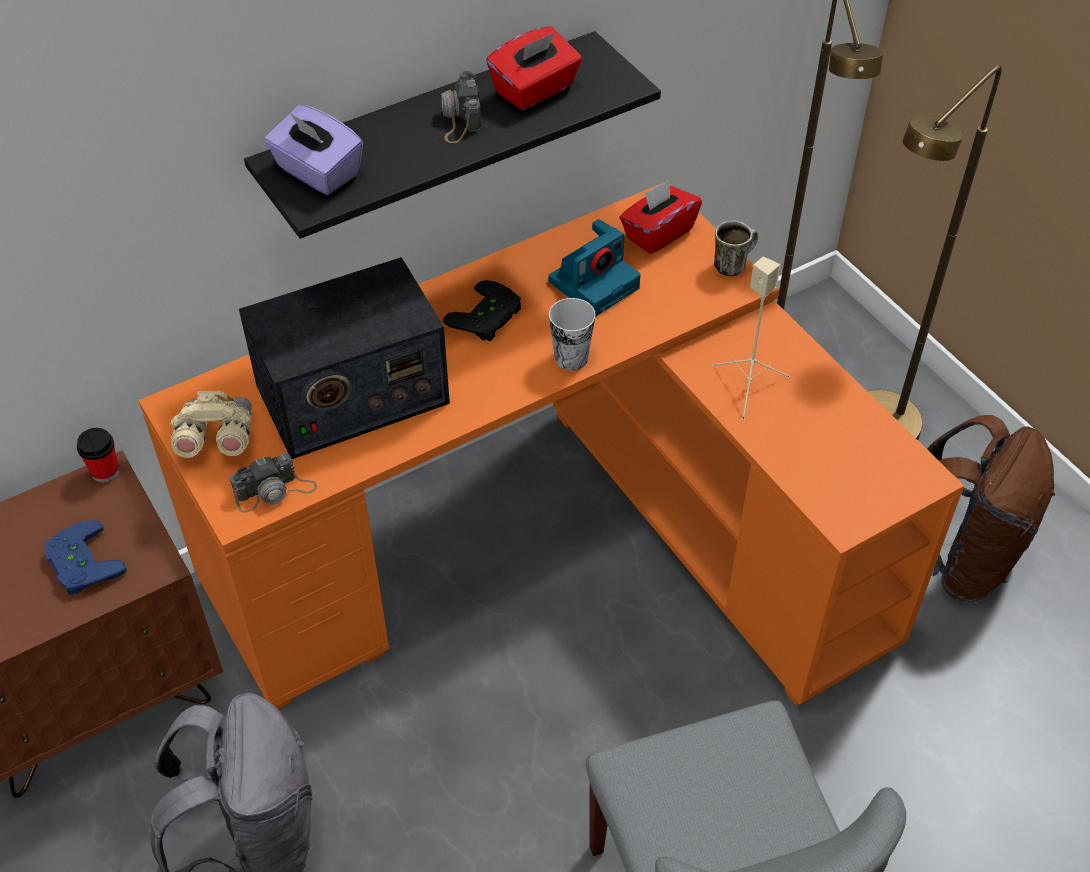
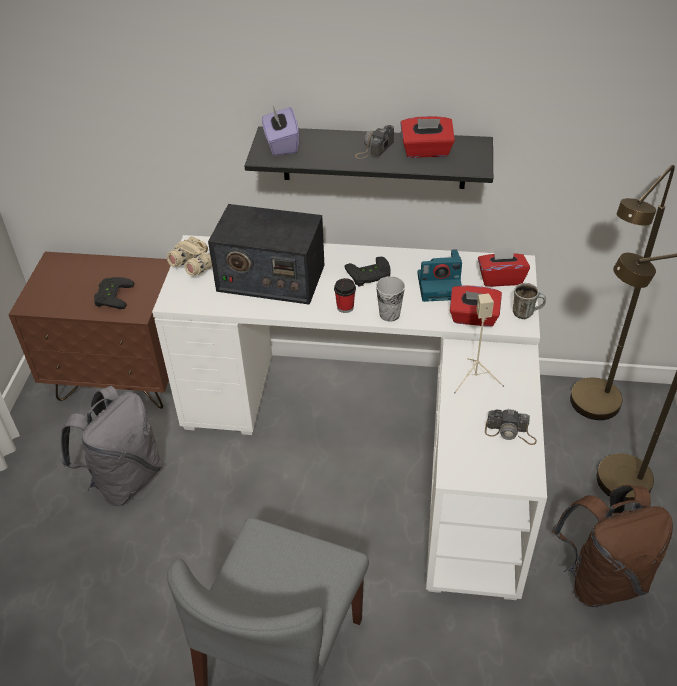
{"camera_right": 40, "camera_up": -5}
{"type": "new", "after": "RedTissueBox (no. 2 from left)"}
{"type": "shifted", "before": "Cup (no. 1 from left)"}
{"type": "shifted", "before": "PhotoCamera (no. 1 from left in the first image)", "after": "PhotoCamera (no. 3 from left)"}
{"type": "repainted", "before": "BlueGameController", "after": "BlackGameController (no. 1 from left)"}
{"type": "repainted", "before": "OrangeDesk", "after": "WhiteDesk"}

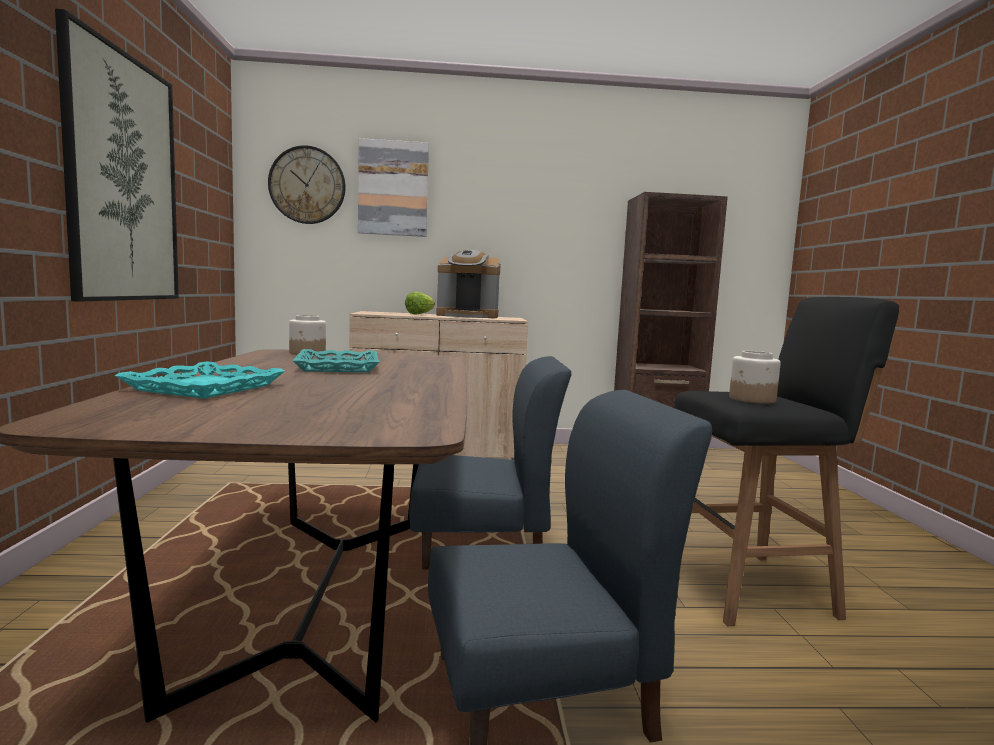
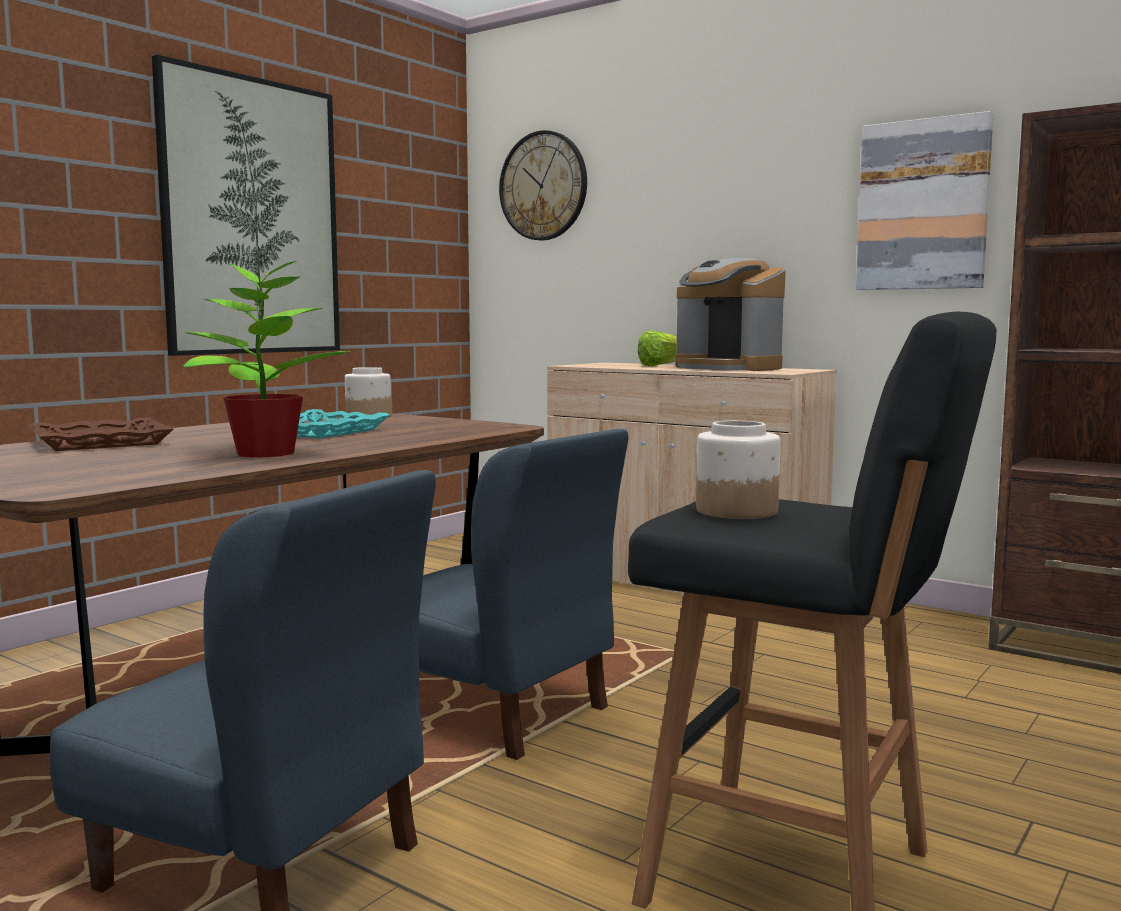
{"camera_right": 40, "camera_up": 0}
{"type": "new", "after": "PottedPlant"}
{"type": "shifted", "before": "Picture (no. 2 from left)"}
{"type": "repainted", "before": "TurquoiseTray (no. 1 from left)", "after": "BrownTray"}

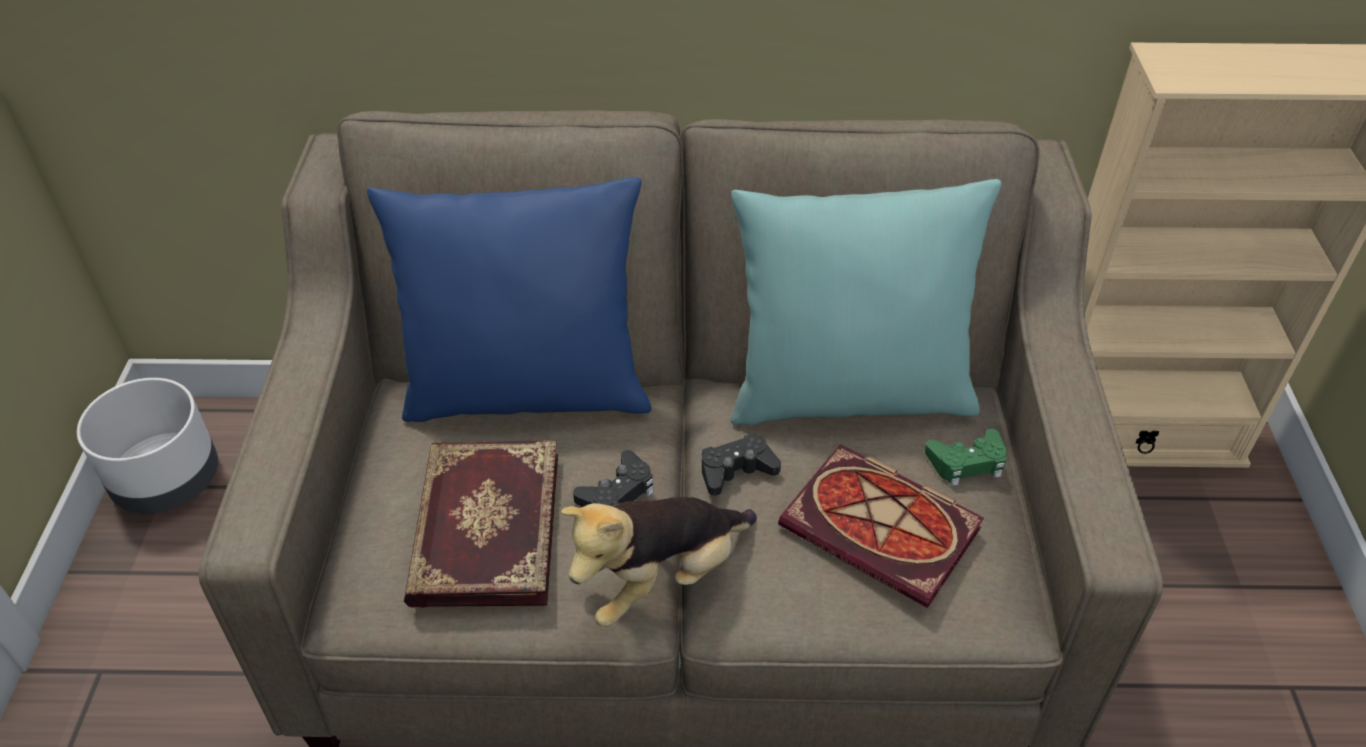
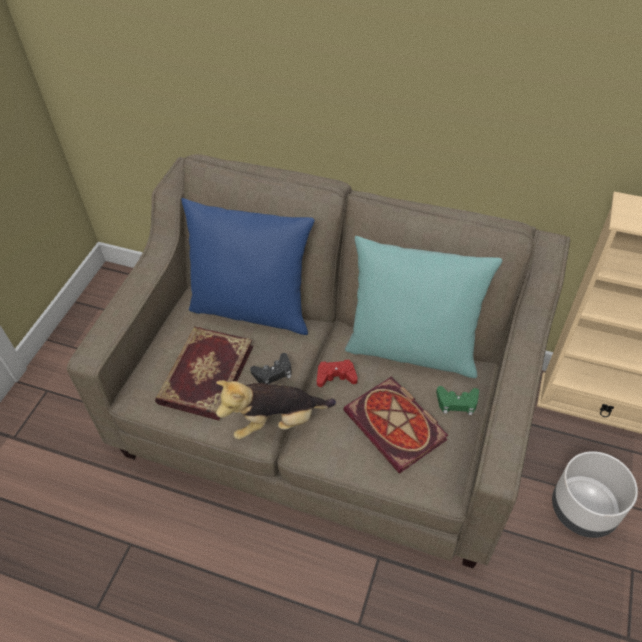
{"camera_right": 20, "camera_up": 5}
{"type": "shifted", "before": "GreyPlanter"}
{"type": "repainted", "before": "BlackGameController (no. 2 from left)", "after": "RedGameController"}

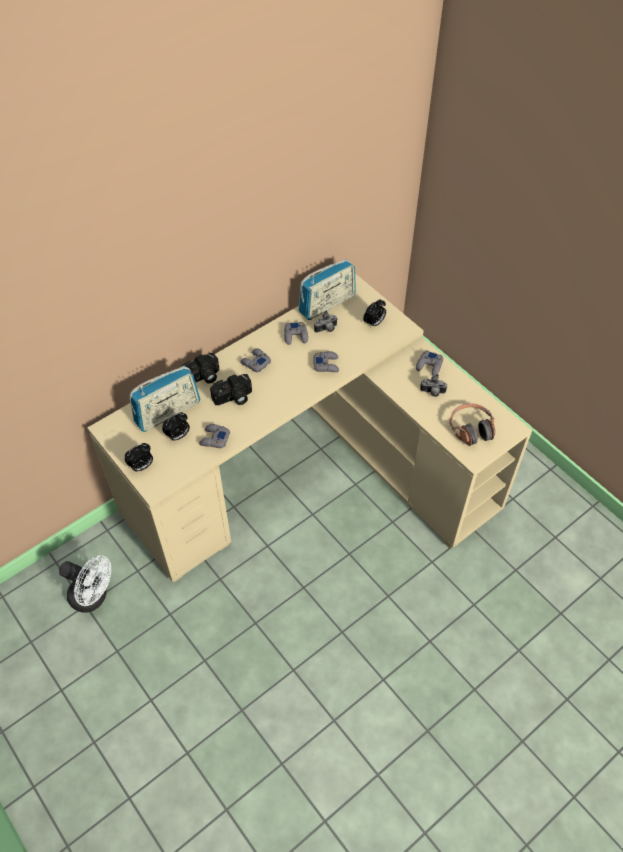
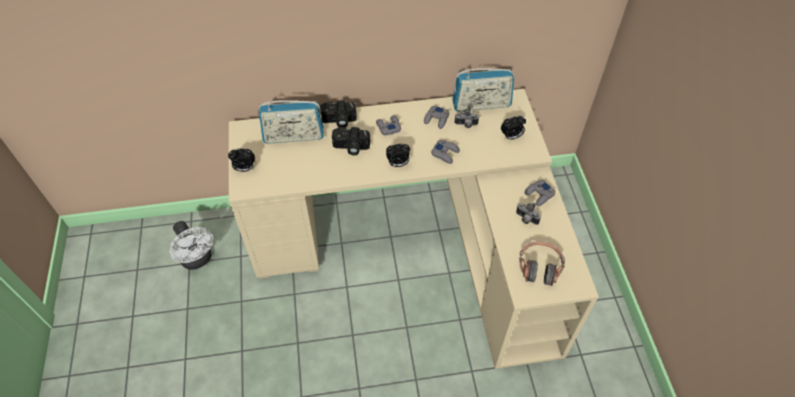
{"camera_right": 30, "camera_up": 0}
{"type": "gone", "before": "GreyGameController (no. 1 from left)"}
{"type": "shifted", "before": "AlarmClock (no. 2 from left)"}

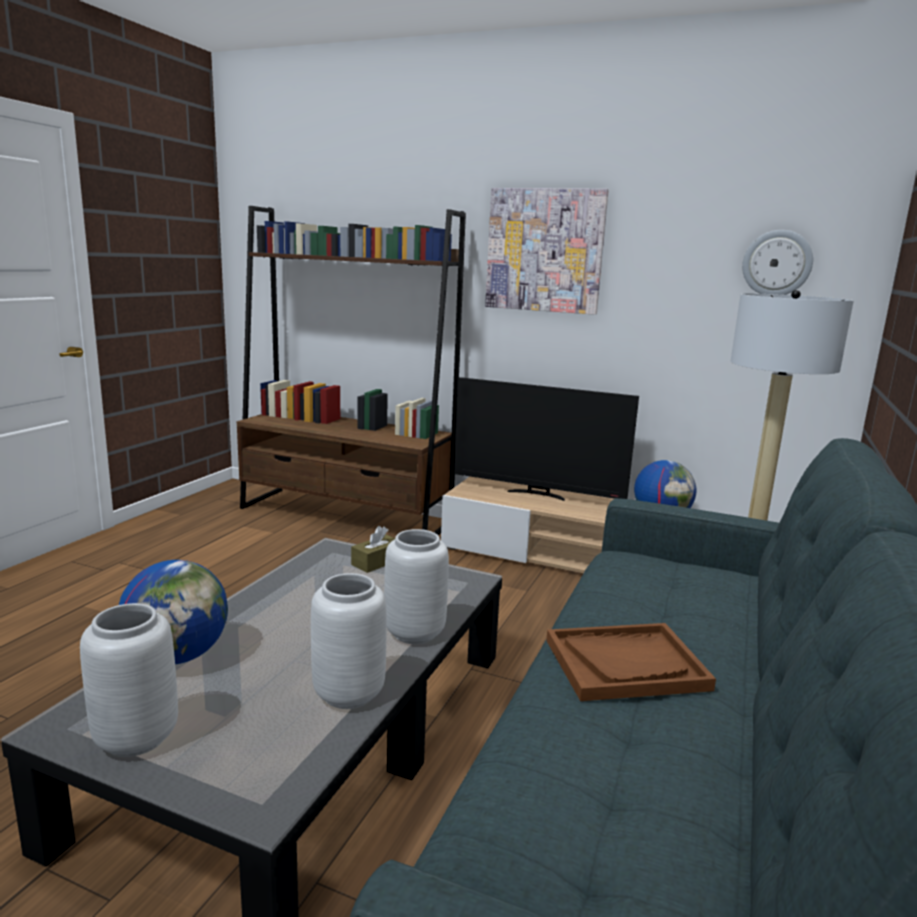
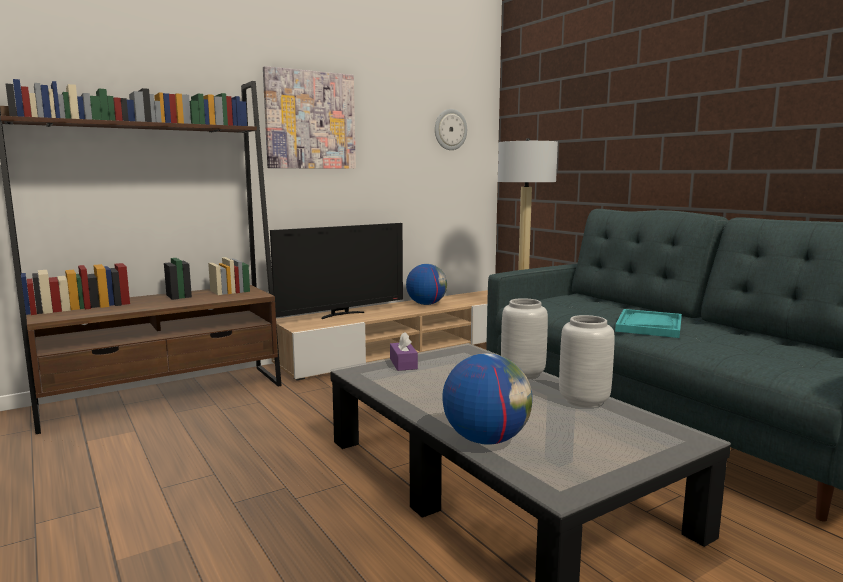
{"camera_right": -55, "camera_up": -5}
{"type": "gone", "before": "GreyVase (no. 1 from left)"}
{"type": "repainted", "before": "BrownTissueBox", "after": "PurpleTissueBox"}
{"type": "repainted", "before": "BrownTray", "after": "TurquoiseTray"}

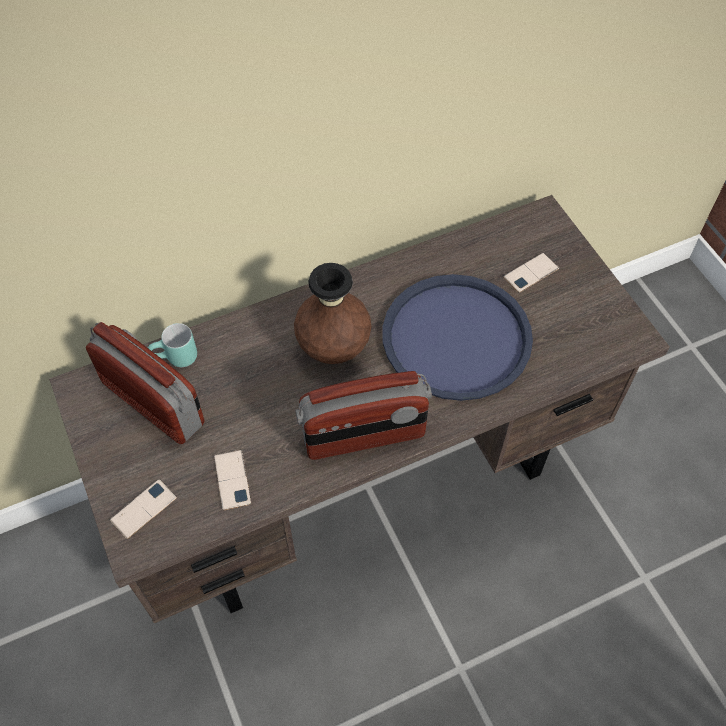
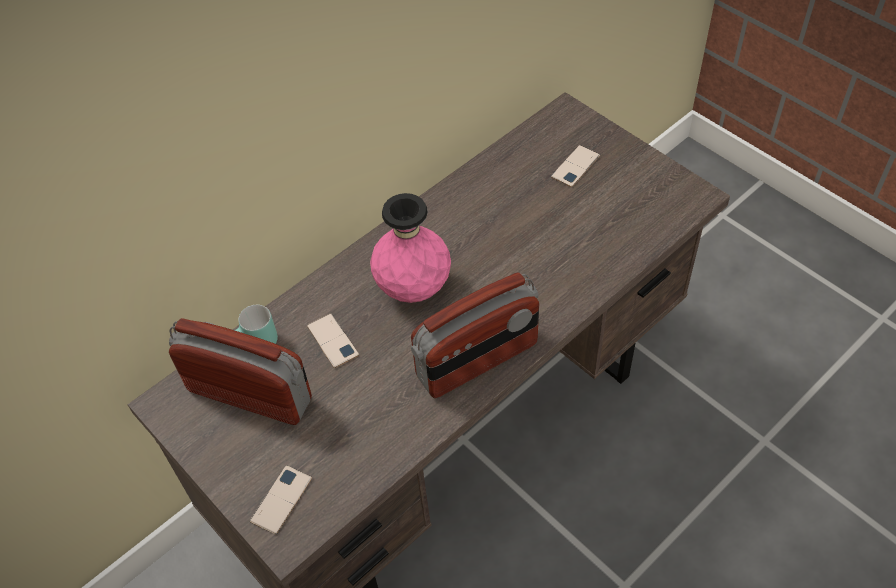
{"camera_right": -15, "camera_up": -5}
{"type": "gone", "before": "BlueTray"}
{"type": "shifted", "before": "Phone (no. 2 from left)"}
{"type": "repainted", "before": "BrownVase", "after": "PinkVase"}

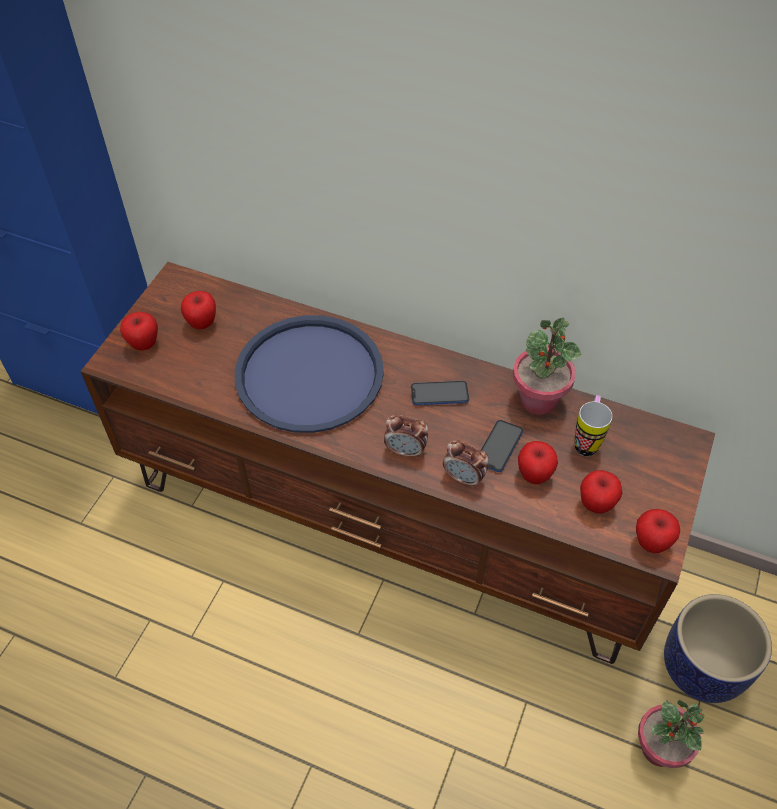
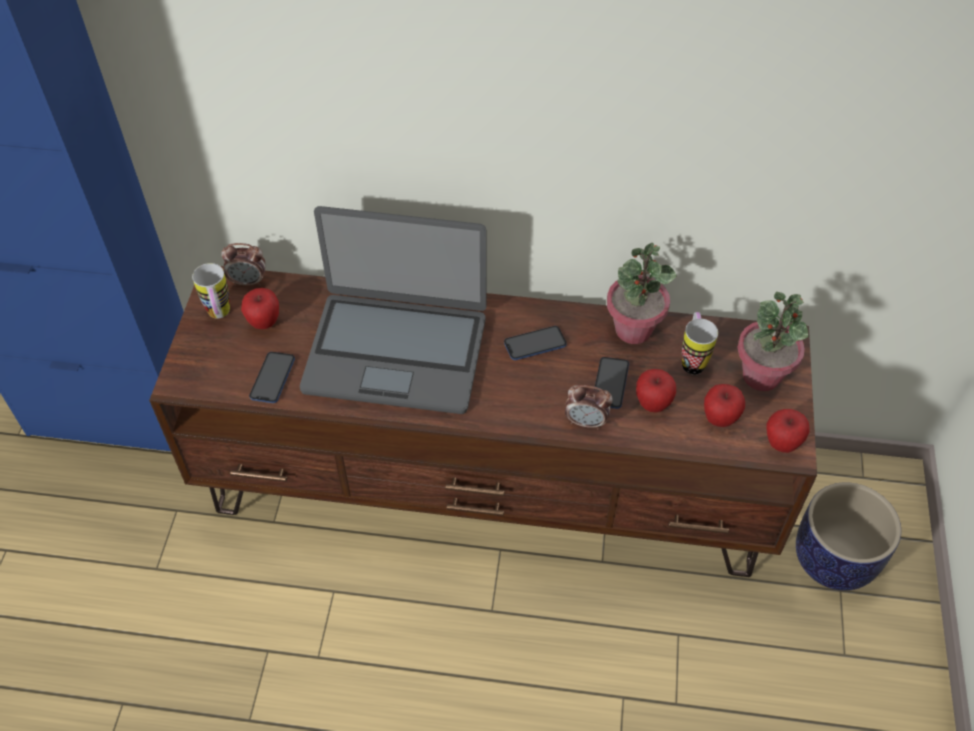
{"camera_right": -15, "camera_up": 0}
{"type": "gone", "before": "Apple (no. 1 from left)"}
{"type": "new", "after": "Mug (no. 1 from left)"}
{"type": "new", "after": "Phone (no. 1 from left)"}
{"type": "shifted", "before": "AlarmClock (no. 1 from left)"}
{"type": "shifted", "before": "PottedPlant (no. 2 from left)"}
{"type": "swapped", "before": "BlueTray", "after": "Laptop"}

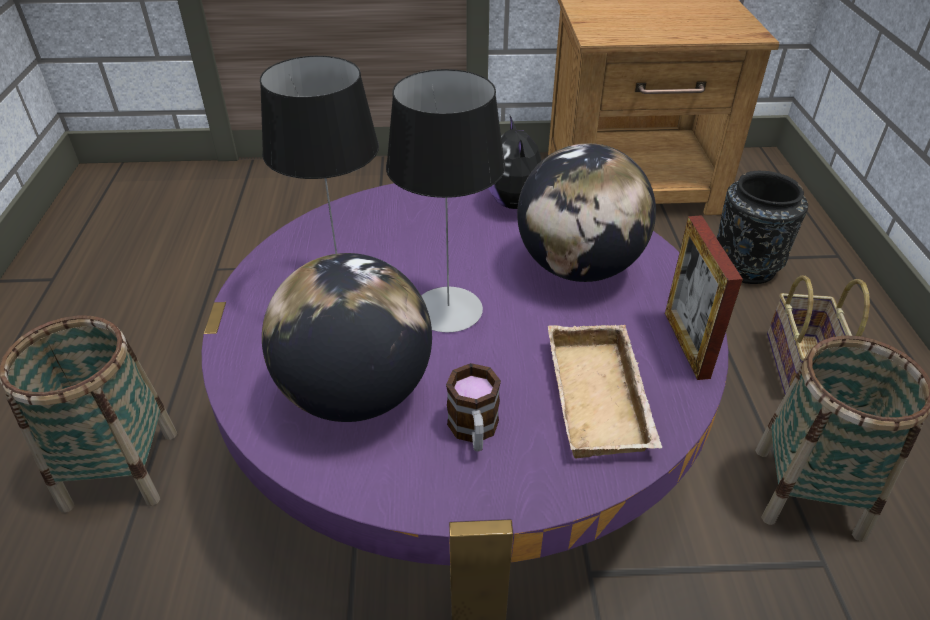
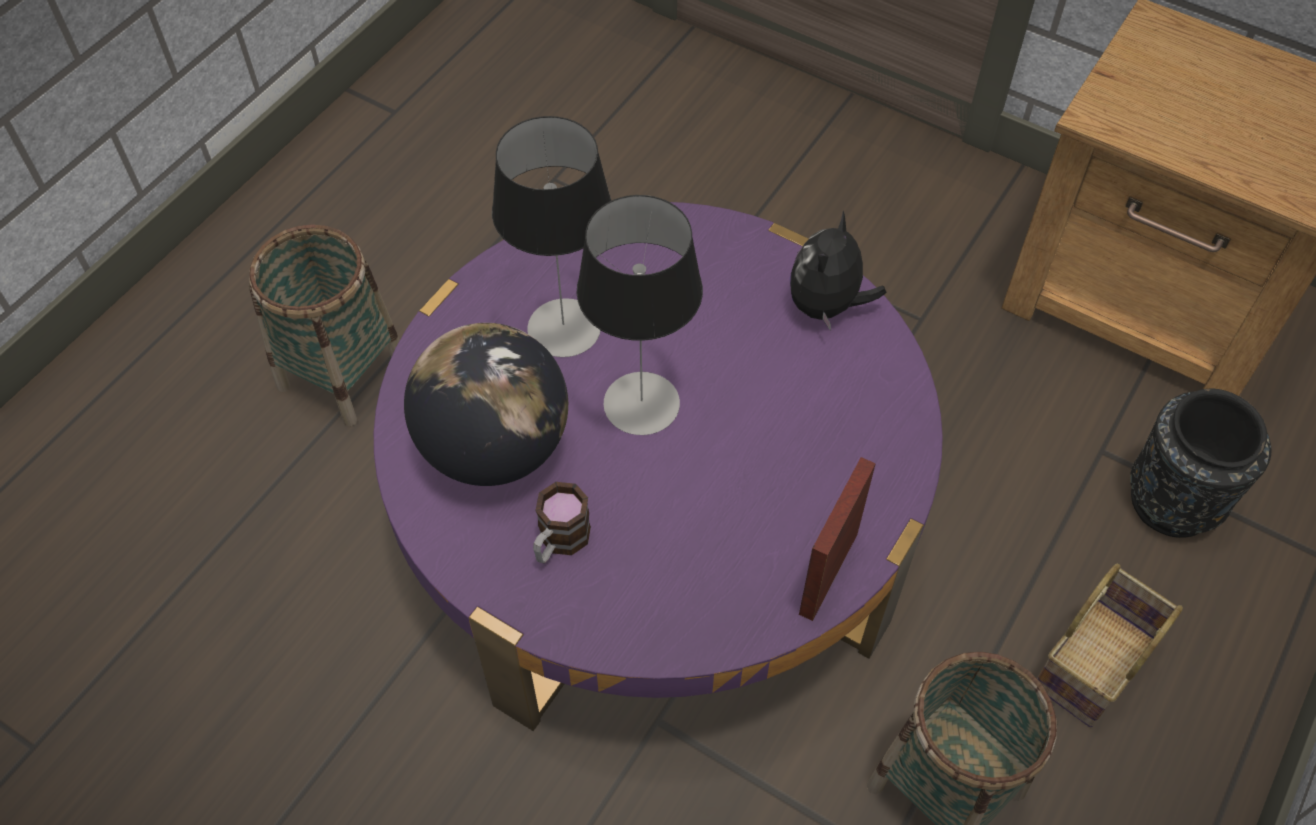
{"camera_right": 35, "camera_up": 15}
{"type": "gone", "before": "Globe (no. 2 from left)"}
{"type": "gone", "before": "BeigeTray"}

